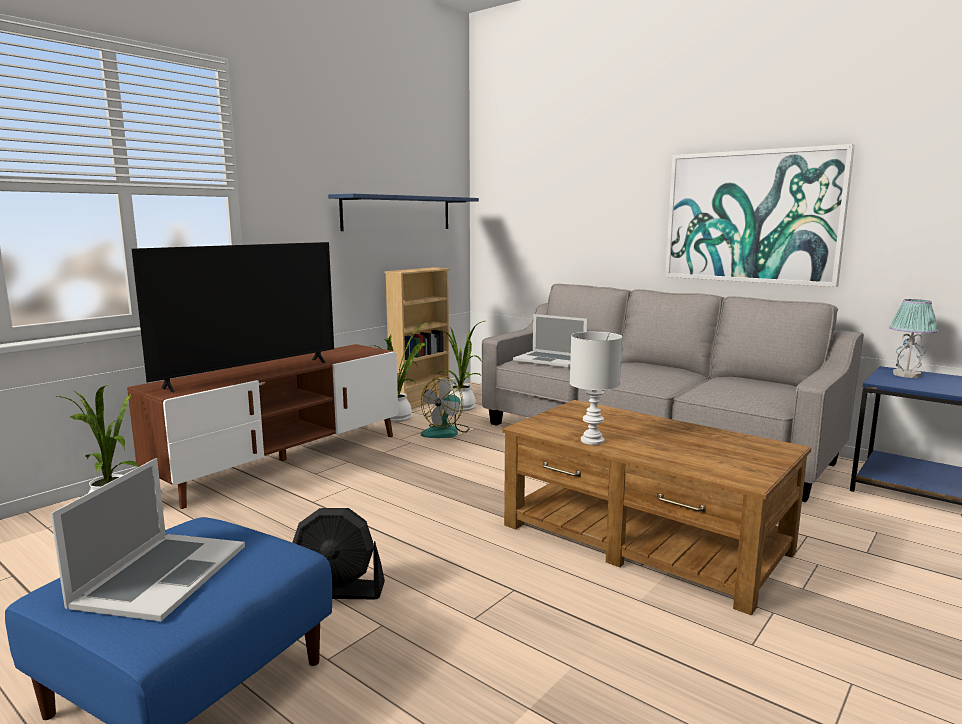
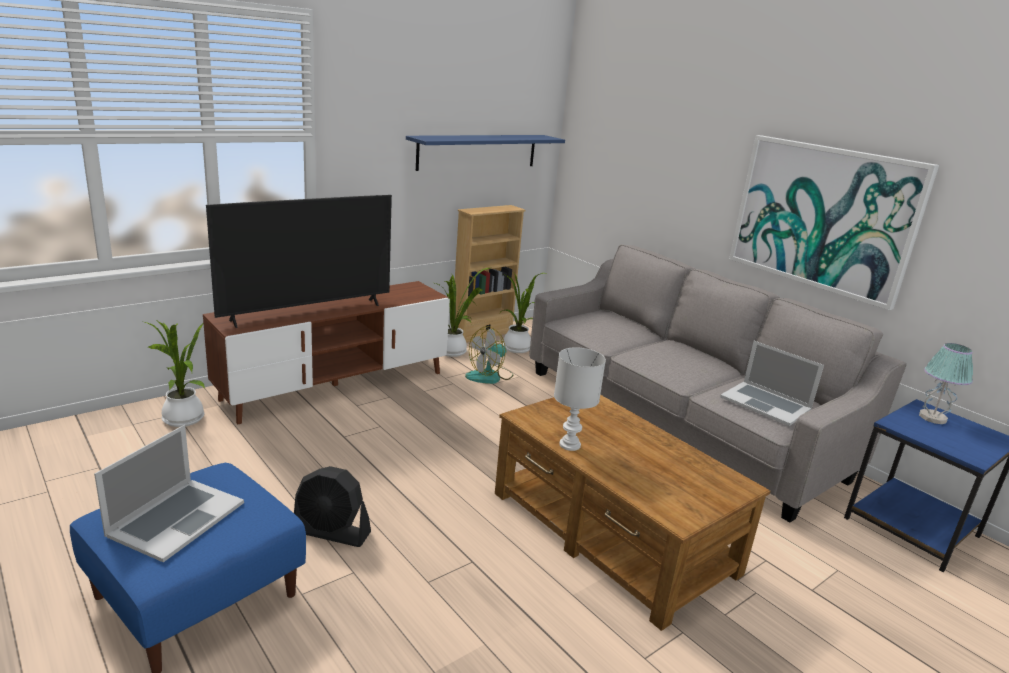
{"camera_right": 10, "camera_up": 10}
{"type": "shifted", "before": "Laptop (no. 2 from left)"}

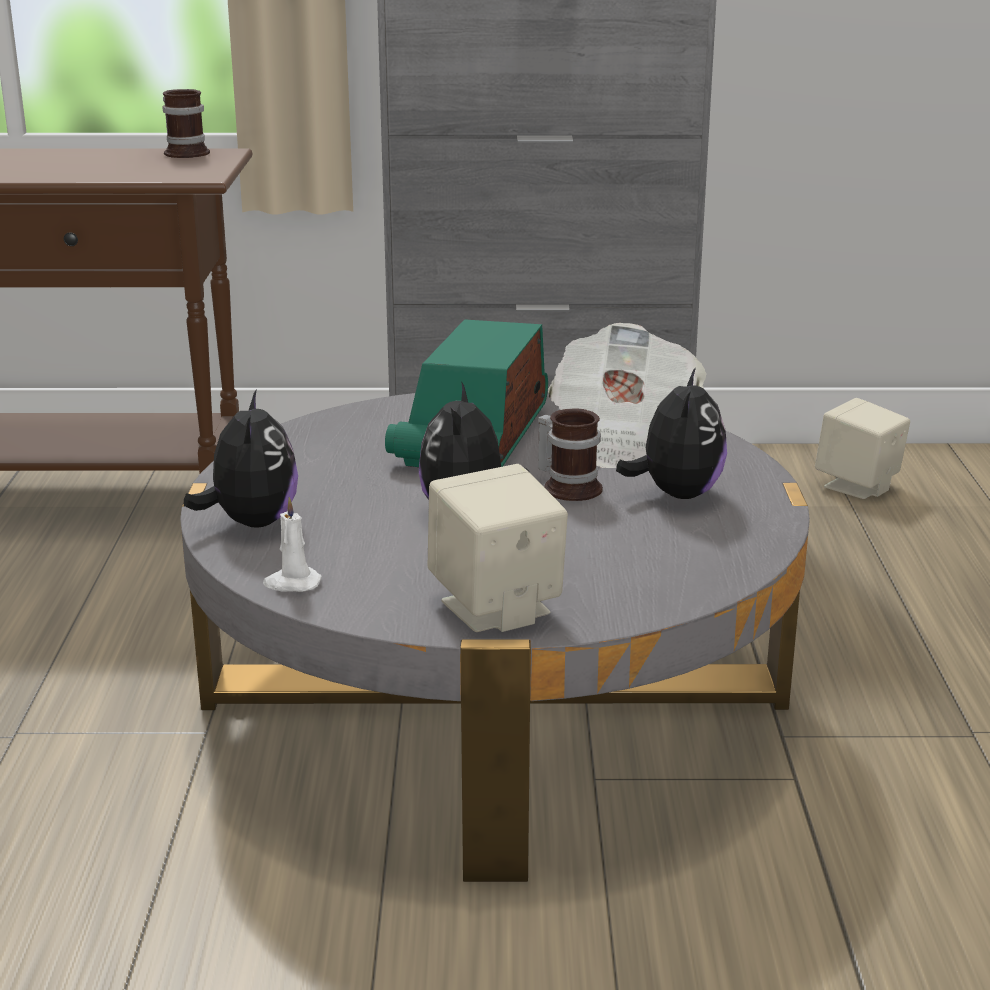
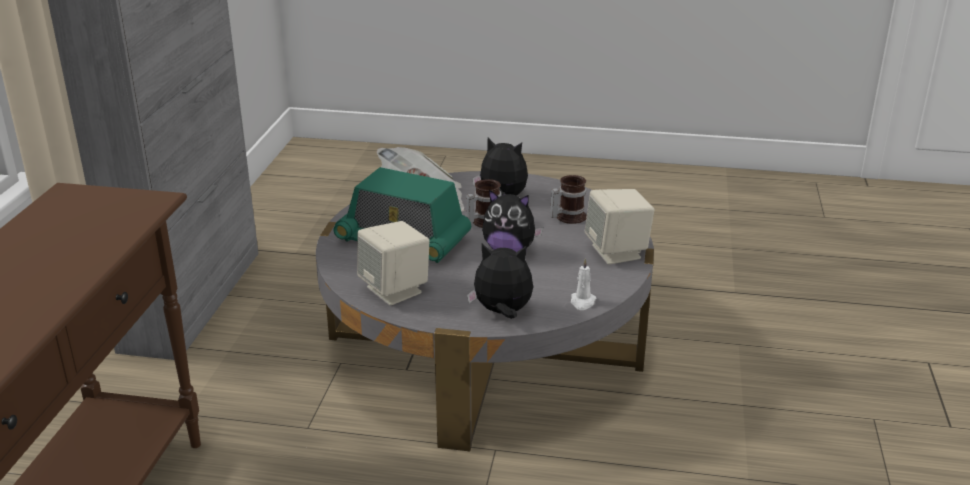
{"camera_right": -80, "camera_up": 5}
{"type": "shifted", "before": "Mug (no. 1 from left in the first image)", "after": "Mug (no. 2 from left)"}
{"type": "shifted", "before": "BeigeSpeaker (no. 2 from left in the first image)", "after": "BeigeSpeaker (no. 1 from left)"}

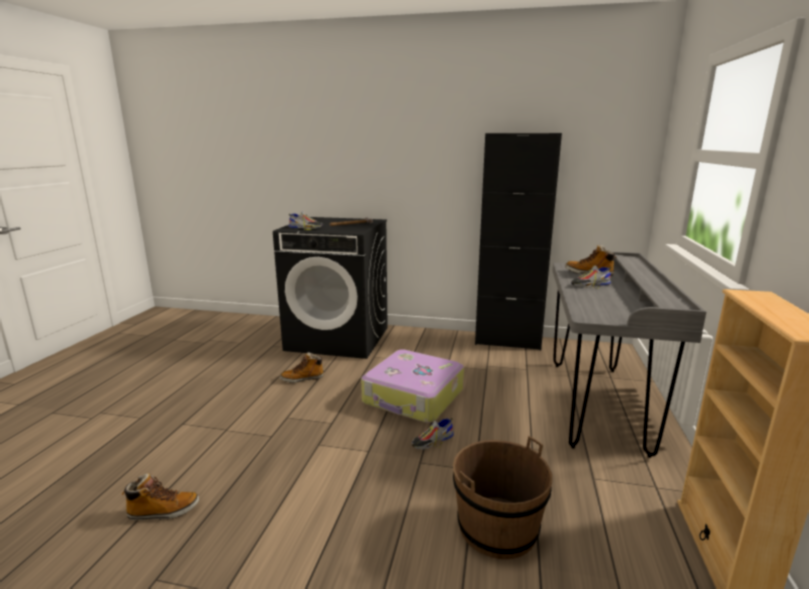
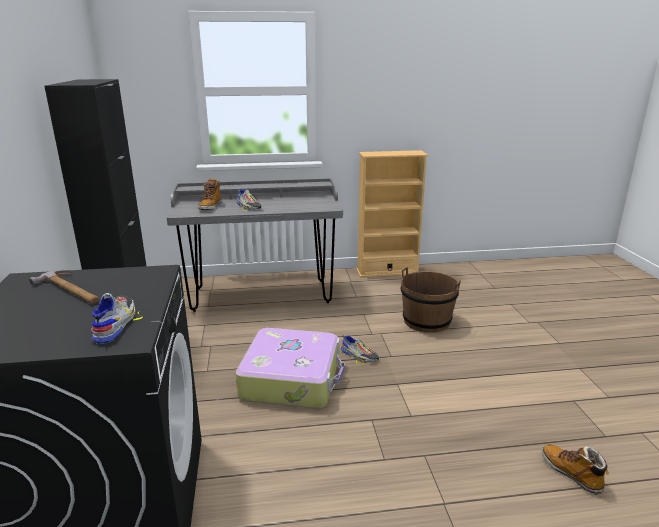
{"camera_right": -110, "camera_up": 5}
{"type": "gone", "before": "Boot (no. 2 from left)"}

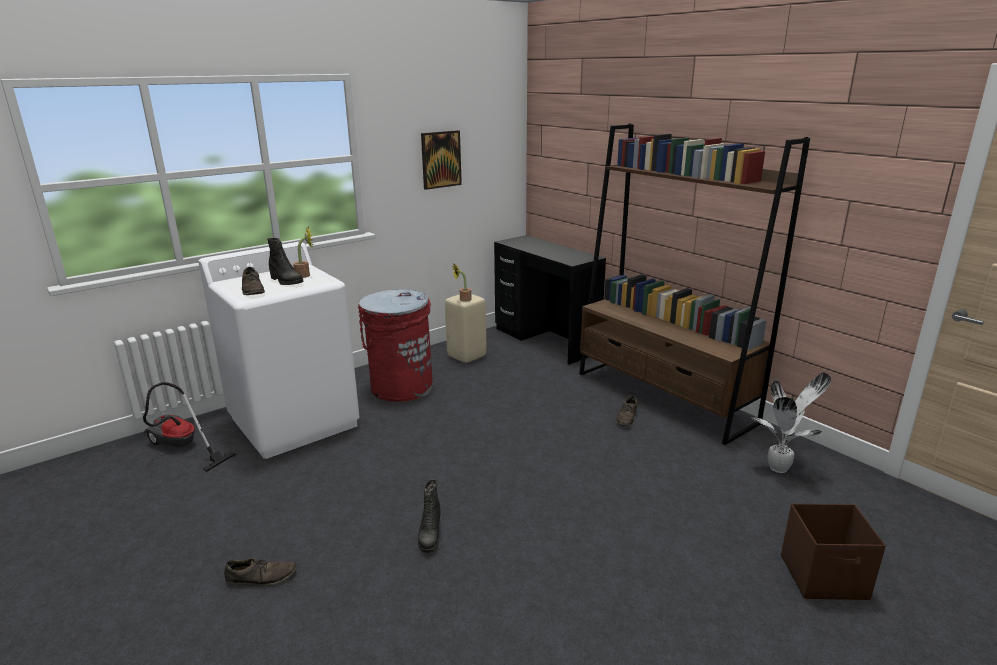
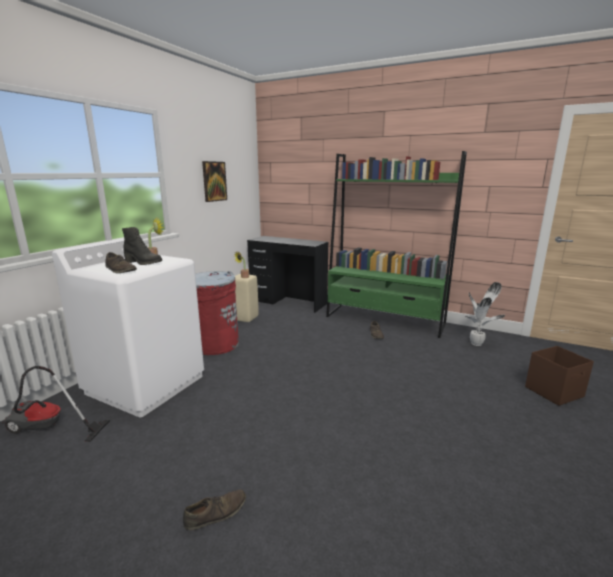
{"camera_right": -25, "camera_up": -5}
{"type": "gone", "before": "BlackBoot (no. 2 from left)"}
{"type": "repainted", "before": "BrownBookcase", "after": "GreenBookcase"}

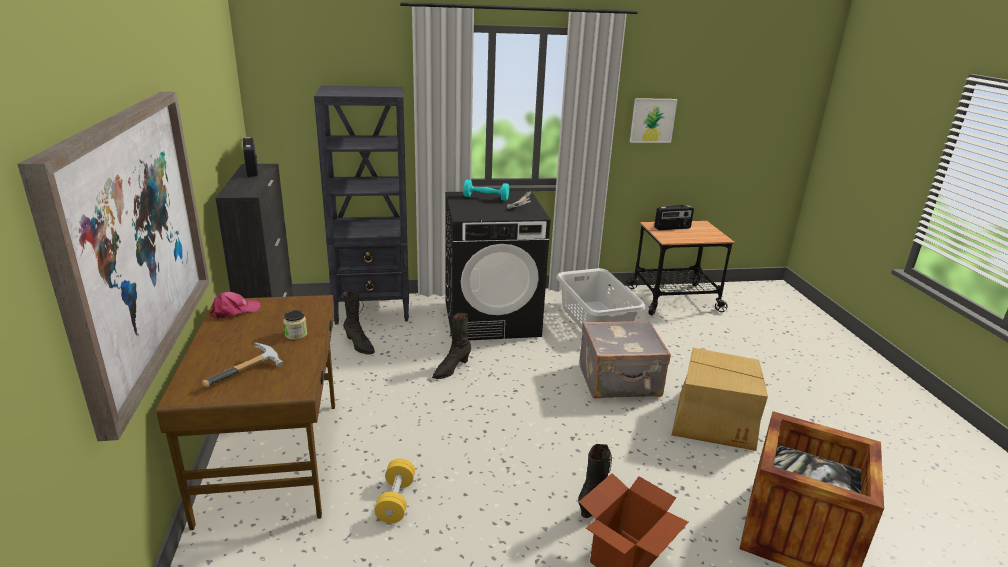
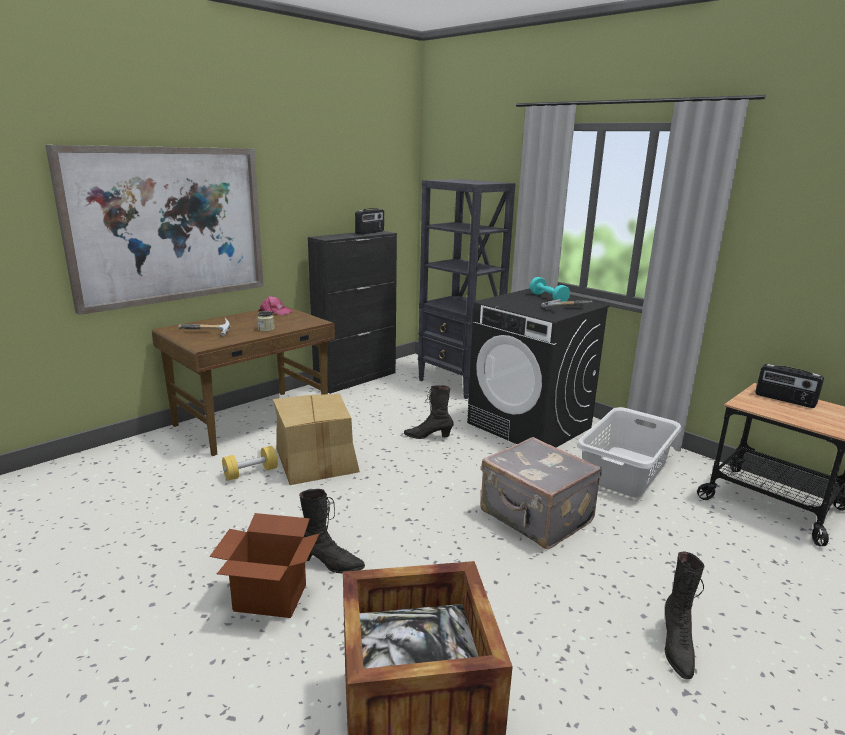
{"camera_right": 55, "camera_up": -5}
{"type": "gone", "before": "Picture (no. 2 from left)"}
{"type": "shifted", "before": "BlackBoot (no. 1 from left in the first image)", "after": "BlackBoot (no. 3 from left)"}
{"type": "shifted", "before": "CardboardBox (no. 2 from left)"}

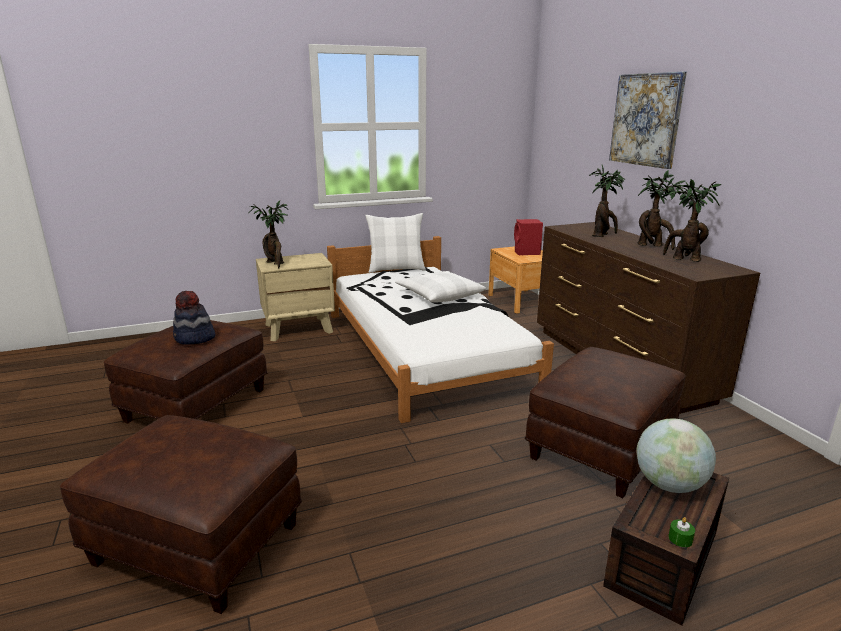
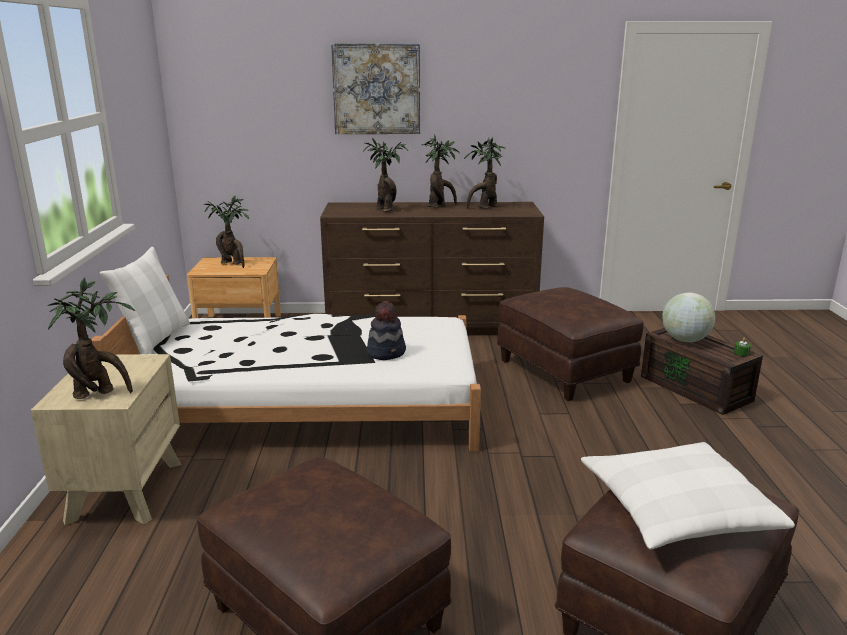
{"camera_right": -70, "camera_up": 0}
{"type": "shifted", "before": "Hat"}
{"type": "shifted", "before": "WhitePillow (no. 2 from left)"}
{"type": "swapped", "before": "RedSpeaker", "after": "PottedPlant (no. 2 from left)"}

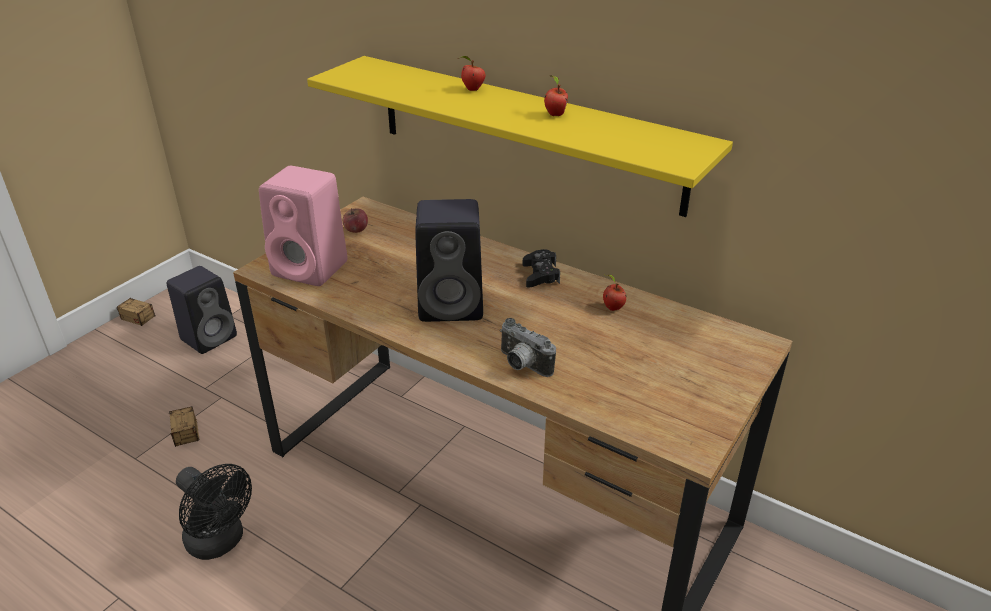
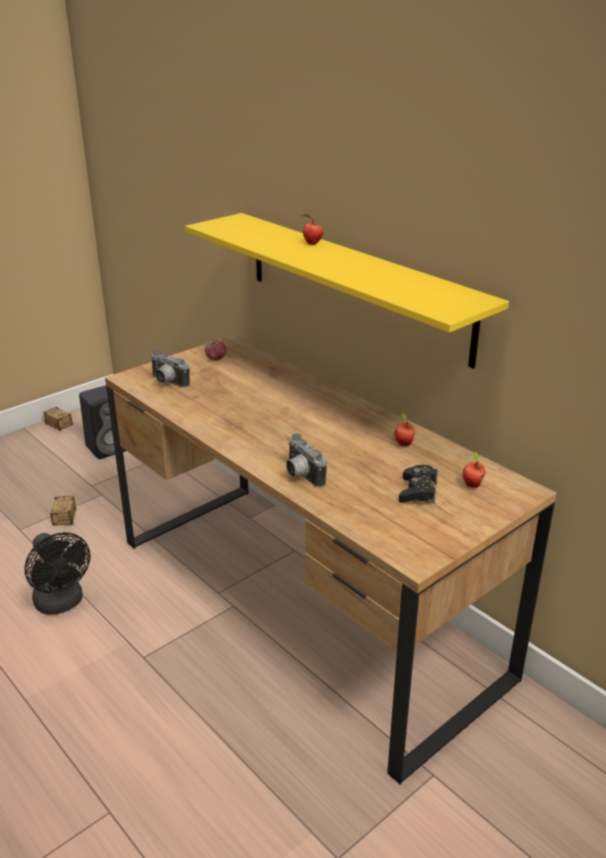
{"camera_right": 15, "camera_up": -5}
{"type": "gone", "before": "BlackSpeaker (no. 2 from left)"}
{"type": "shifted", "before": "BlackGameController"}
{"type": "shifted", "before": "Apple (no. 3 from left in the first image)", "after": "Apple (no. 4 from left)"}
{"type": "swapped", "before": "PinkSpeaker", "after": "PhotoCamera (no. 1 from left)"}

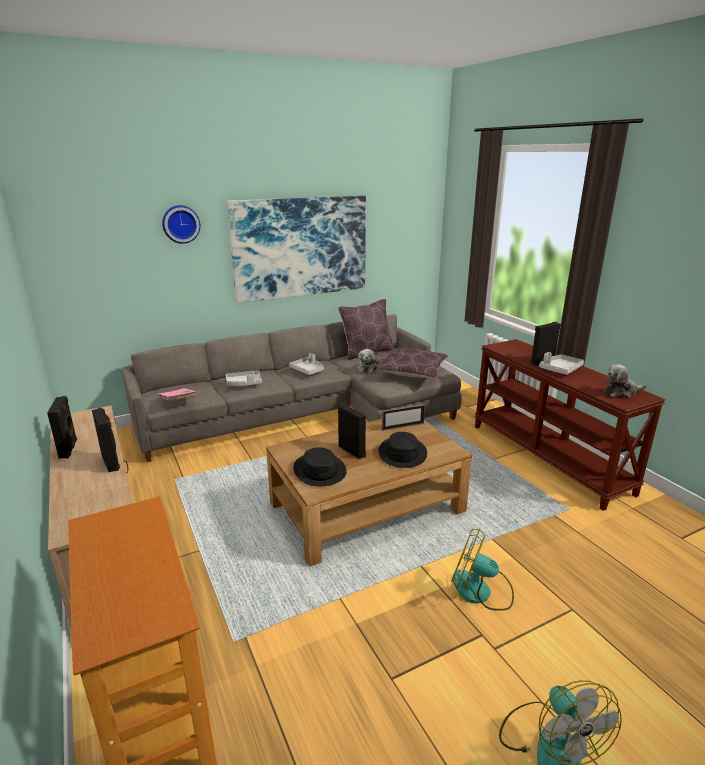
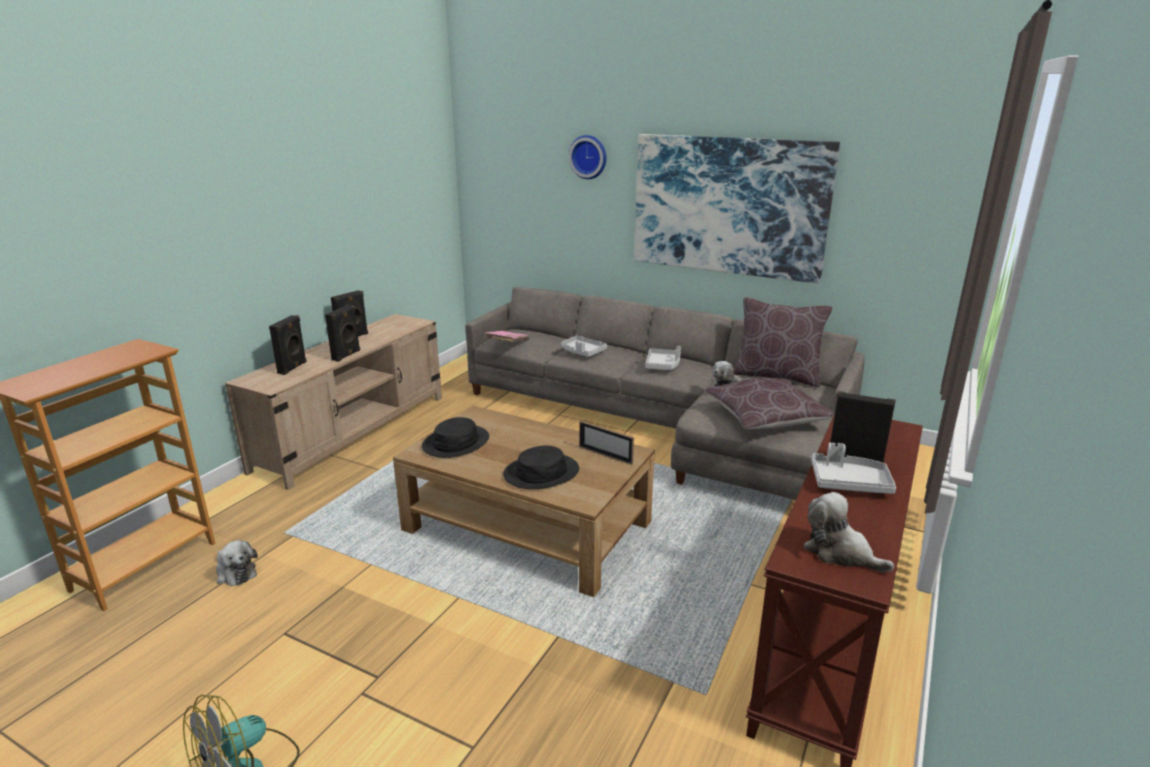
{"camera_right": 55, "camera_up": 0}
{"type": "gone", "before": "Fan (no. 1 from left)"}
{"type": "new", "after": "PlushToy (no. 1 from left)"}
{"type": "shifted", "before": "BlackSpeaker (no. 3 from left in the first image)", "after": "BlackSpeaker (no. 1 from left)"}

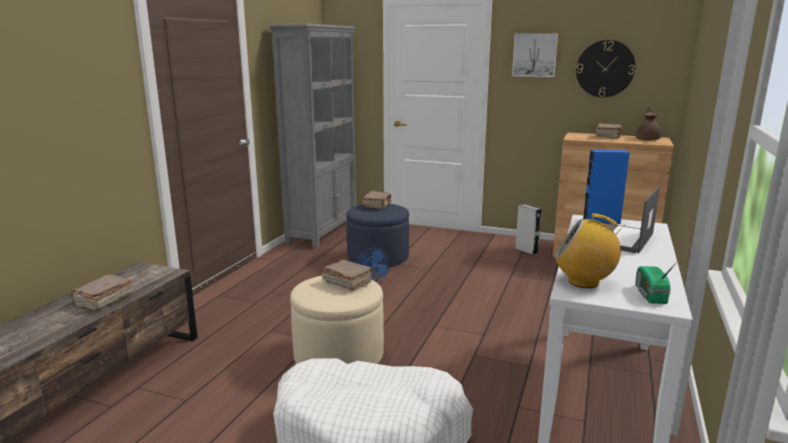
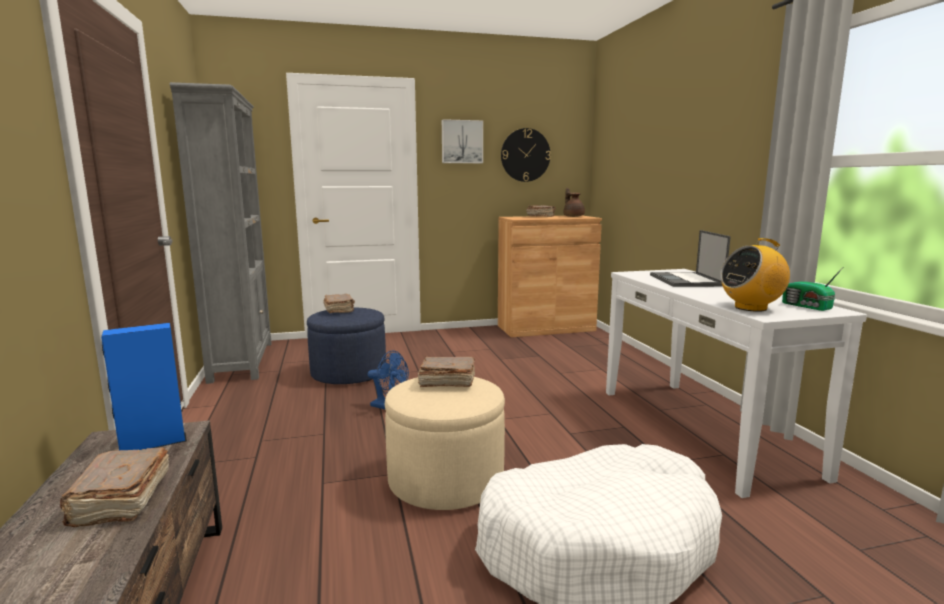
{"camera_right": -35, "camera_up": -5}
{"type": "gone", "before": "GreySpeaker"}
{"type": "shifted", "before": "BlueSpeaker"}

